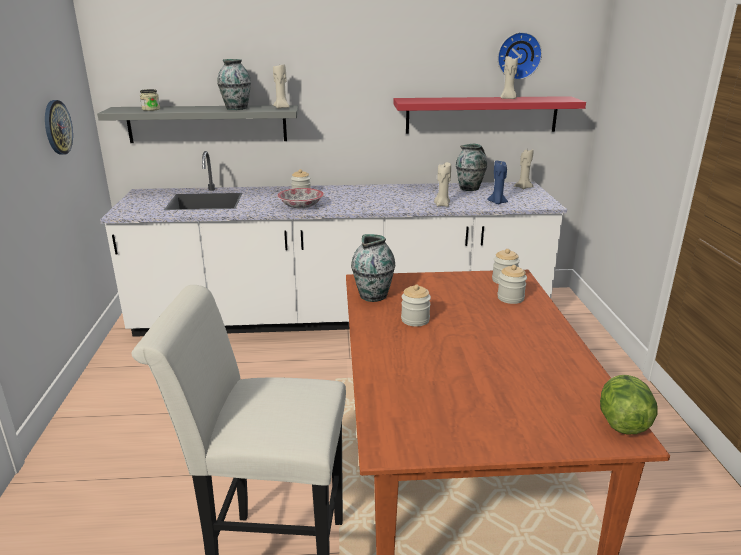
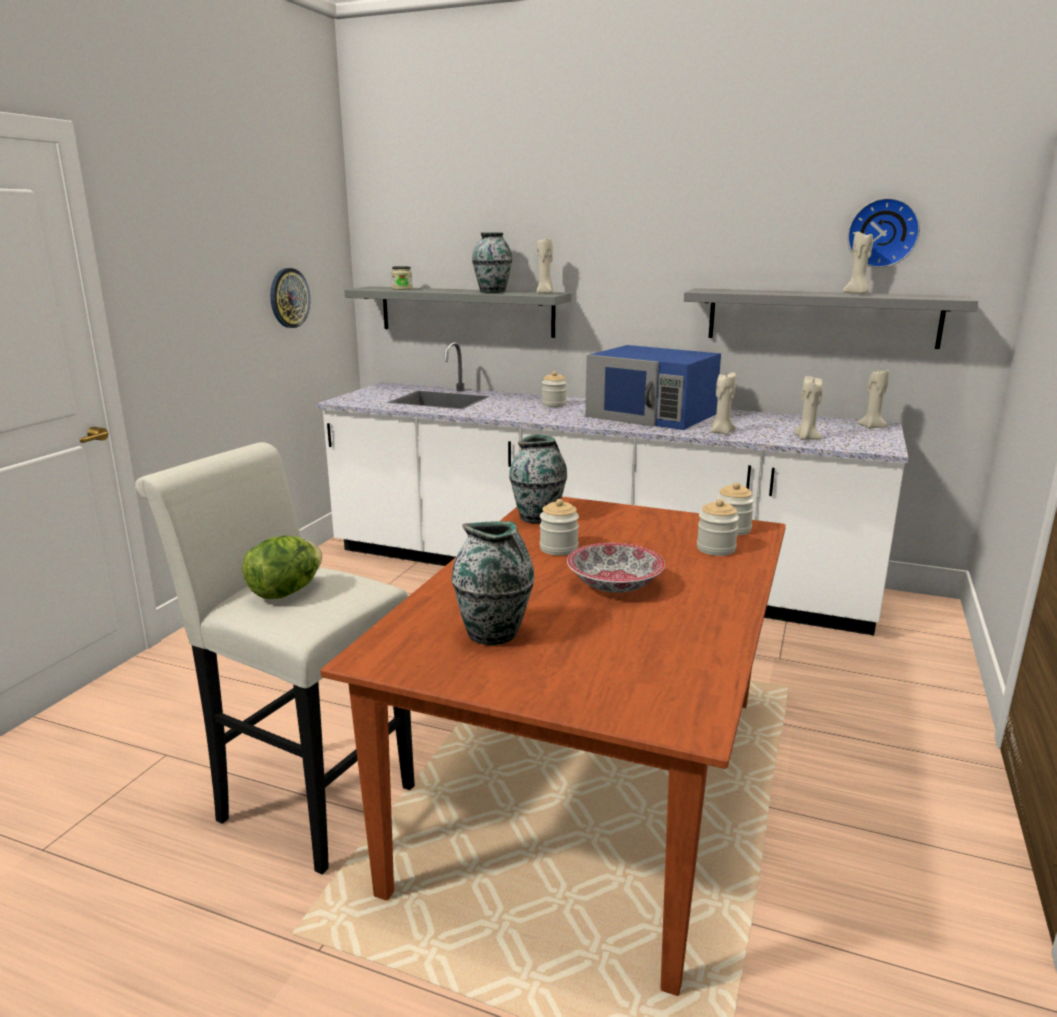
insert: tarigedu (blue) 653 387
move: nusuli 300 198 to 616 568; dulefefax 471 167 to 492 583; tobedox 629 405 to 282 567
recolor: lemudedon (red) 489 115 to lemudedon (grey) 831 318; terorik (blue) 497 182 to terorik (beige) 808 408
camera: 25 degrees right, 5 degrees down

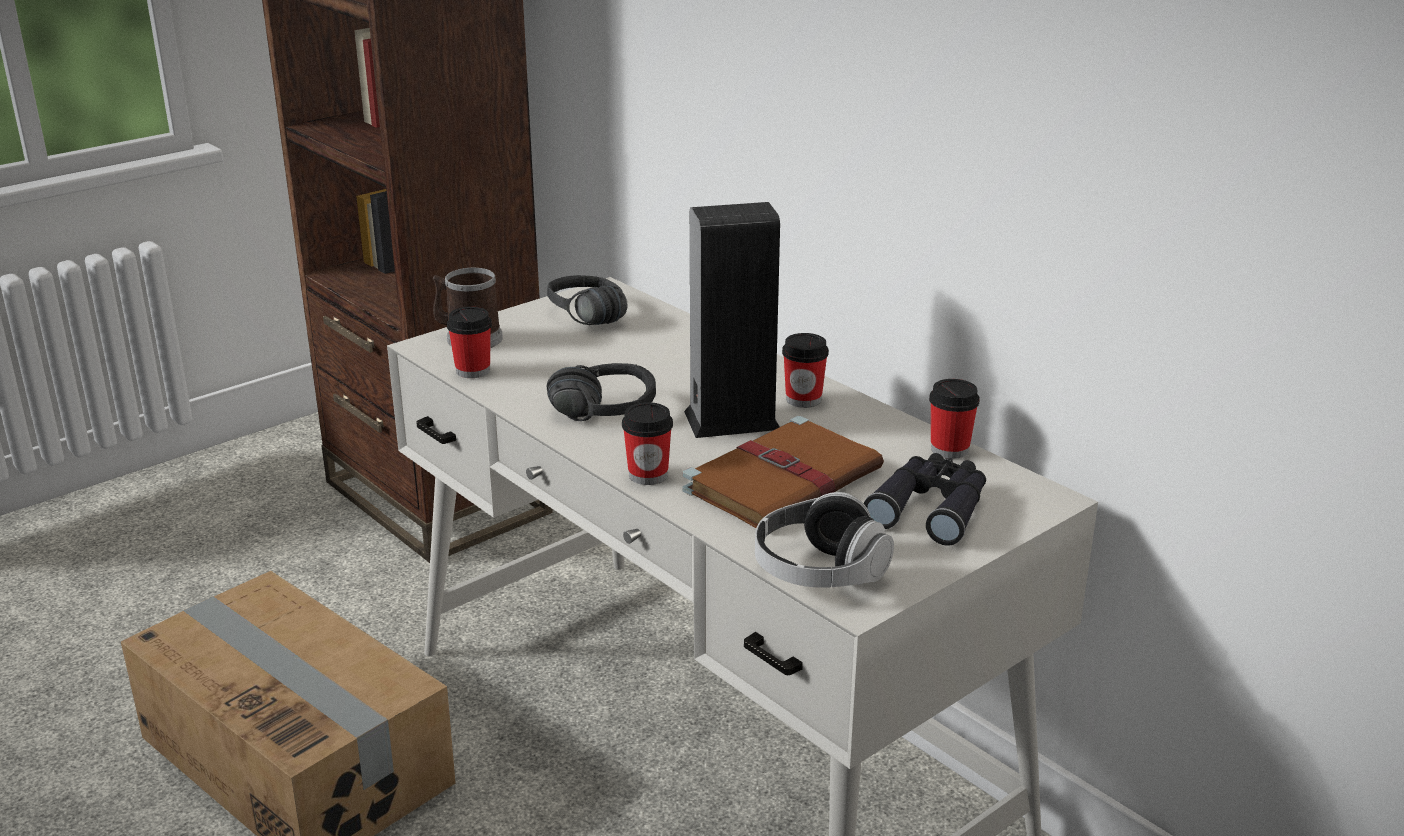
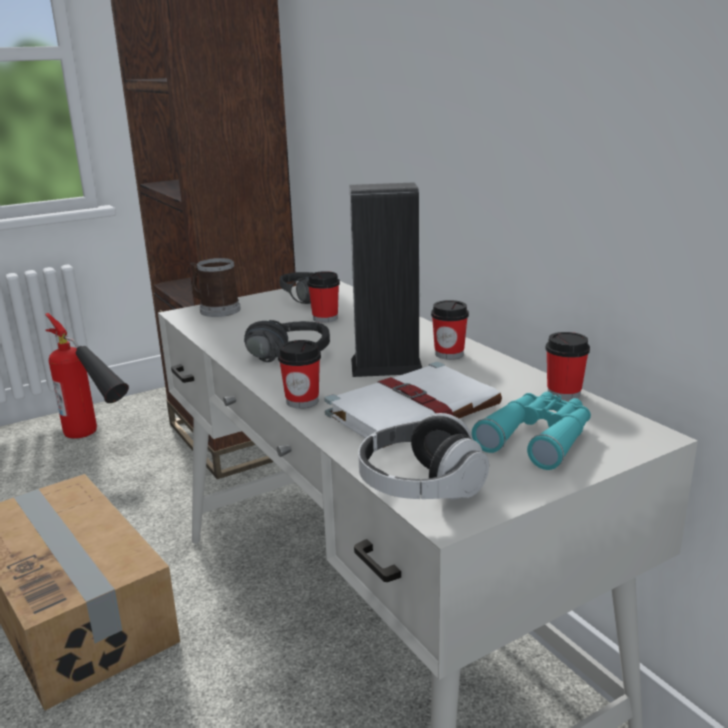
insert: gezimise 87 376
move: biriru 469 342 to 323 297
recolor: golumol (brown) 783 472 to golumol (white) 413 405; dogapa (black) 925 499 to dogapa (turquoise) 531 431
camera: 10 degrees right, 5 degrees down

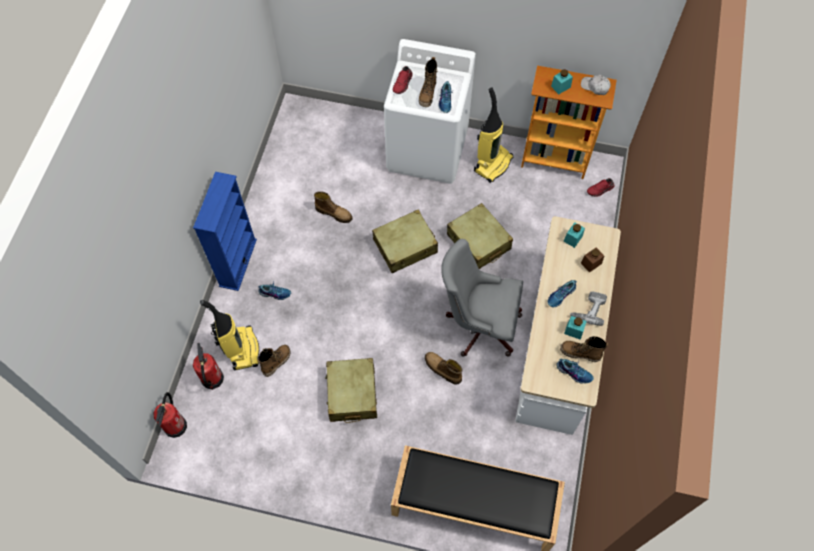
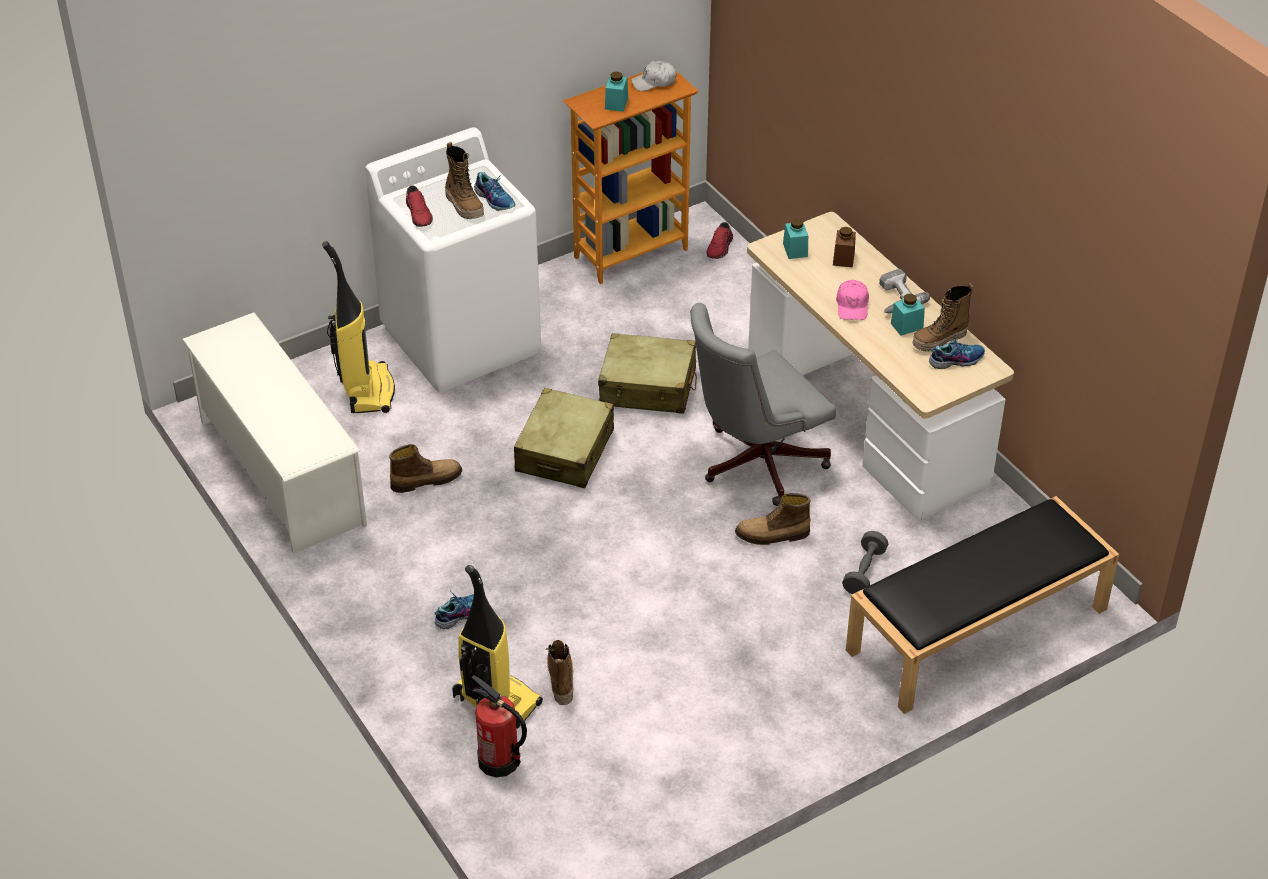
delete: gezimise 170 415; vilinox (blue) 225 231; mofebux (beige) 351 390
insert: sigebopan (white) 274 433; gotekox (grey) 865 562
move: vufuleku 493 135 to 358 327
replace: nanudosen 562 293 to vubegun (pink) 852 300
camera: 45 degrees left, 20 degrees down

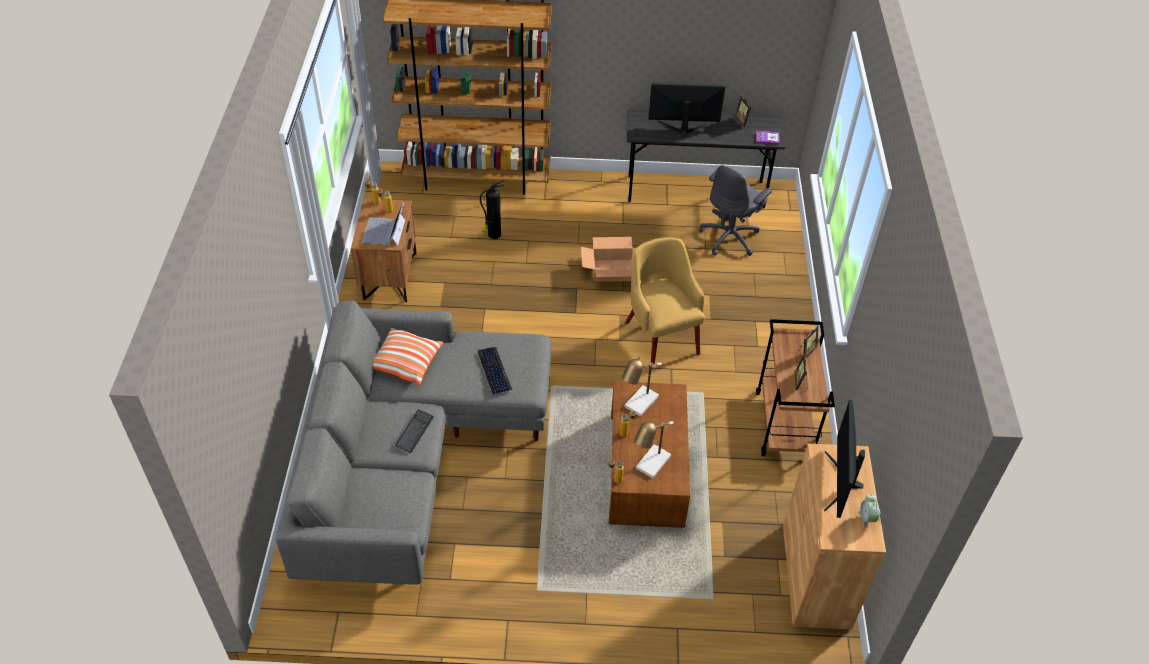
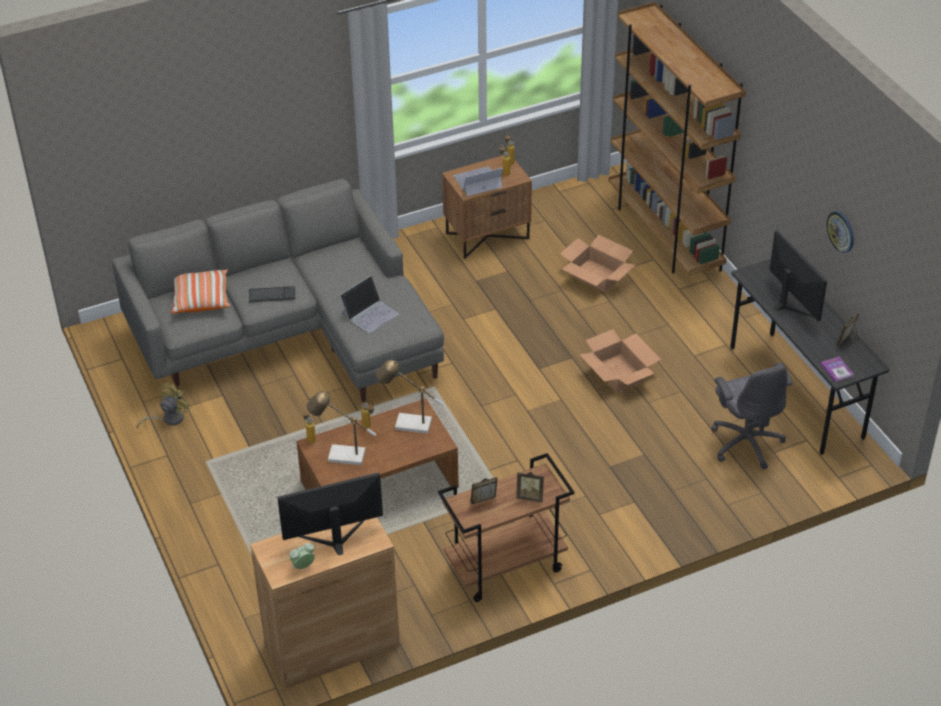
delete: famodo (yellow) 665 303
insert: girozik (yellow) 164 406; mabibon 840 232
move: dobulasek 408 356 to 200 291
replace: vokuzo 495 370 to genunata 369 304; gezimise 492 209 to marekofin 597 263
rotate: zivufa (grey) 735 210 = 752 416 120 degrees counterclockwise
camera: 65 degrees right, 5 degrees down

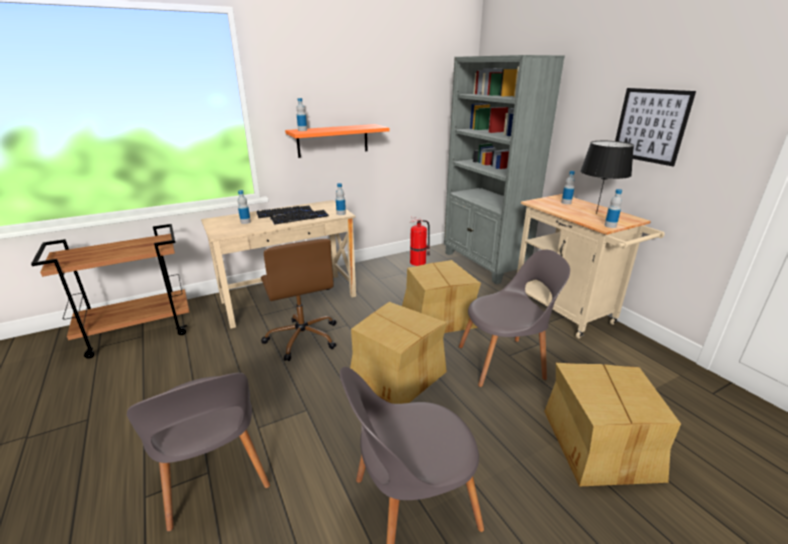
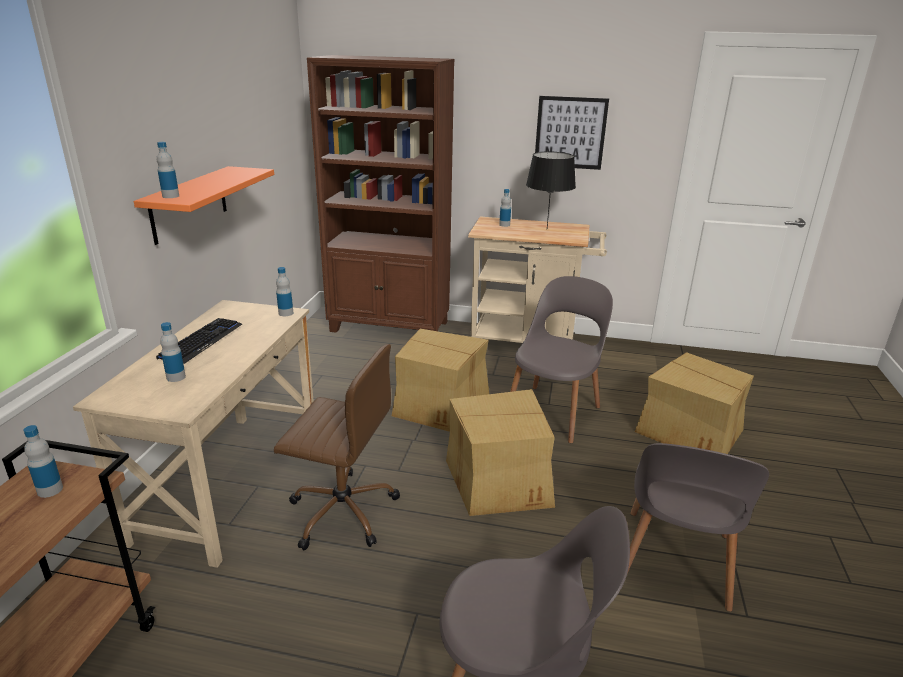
delete: vokuzo 299 217; gezimise 420 241
move: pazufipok 613 208 to 43 461
recolor: vilinox (grey) 504 169 to vilinox (brown) 381 194
camera: 50 degrees left, 0 degrees up

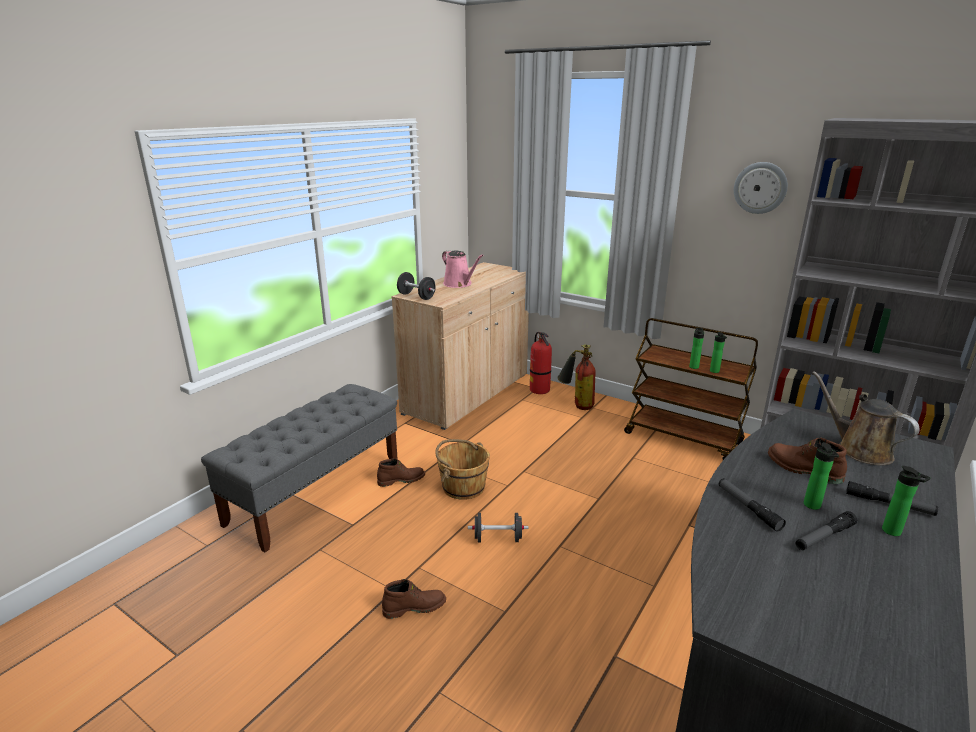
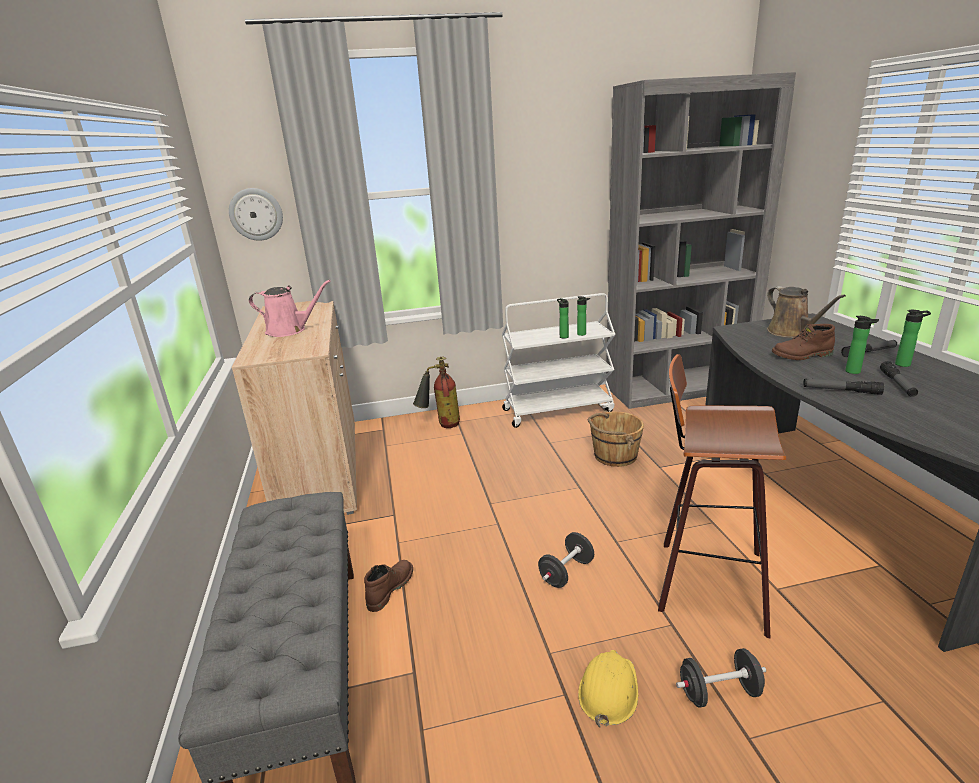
delete: gezimise 541 363
insert: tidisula 722 496
move: gotekox (black) 416 286 to 721 678; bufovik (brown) 462 469 to 616 439; mabibon 761 188 to 256 214
replace: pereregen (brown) 414 599 to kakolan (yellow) 608 689
recolor: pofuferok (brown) 691 389 to pofuferok (white) 558 360
rotate: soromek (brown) 865 418 = 806 312 120 degrees counterclockwise
camera: 45 degrees left, 0 degrees up

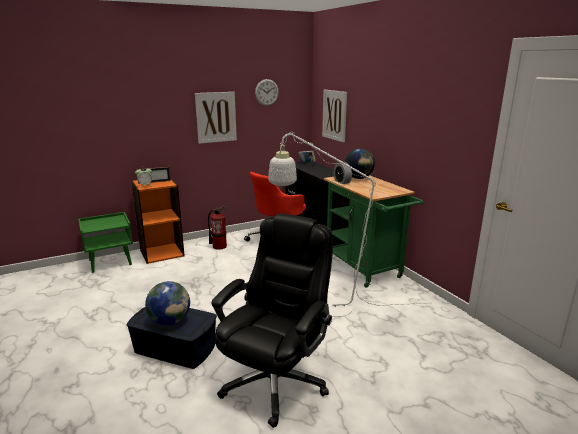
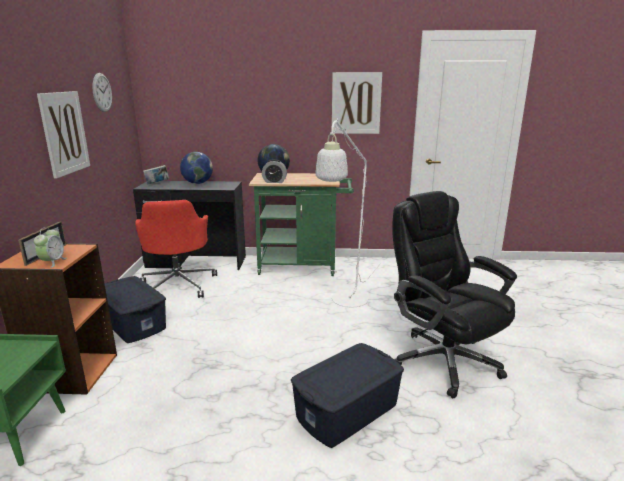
move: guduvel 167 303 to 196 168; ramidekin 334 116 to 357 103
replace: gezimise 218 228 to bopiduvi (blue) 135 309
camera: 60 degrees left, 0 degrees up

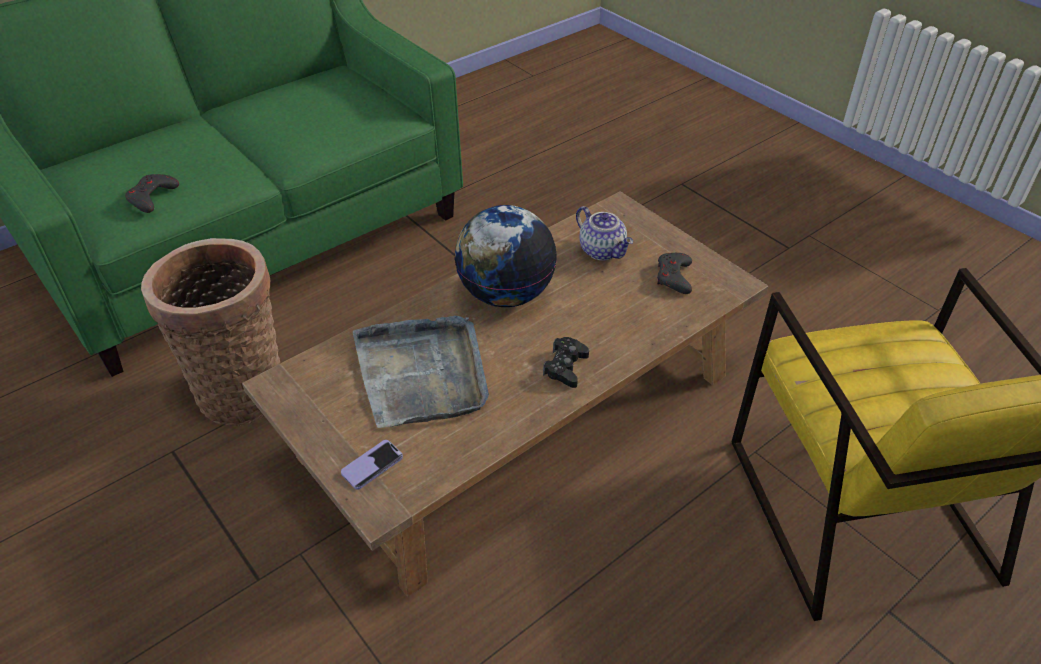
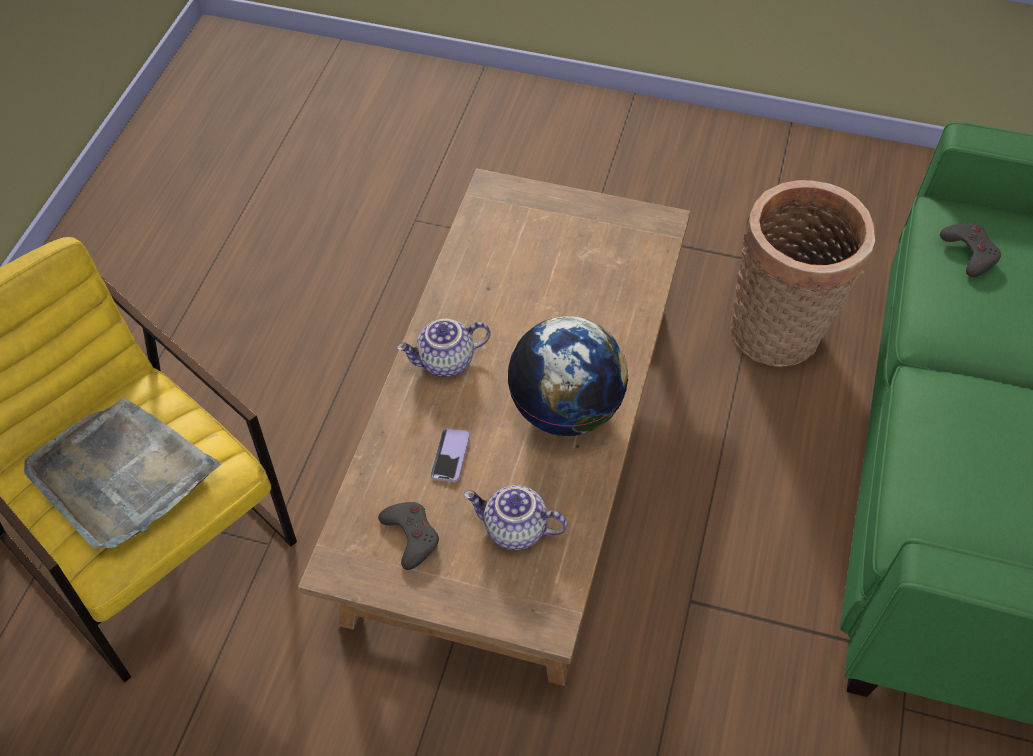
move: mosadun 372 465 to 450 455; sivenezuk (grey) 421 372 to 123 473
replace: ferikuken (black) 566 362 to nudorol 444 348
camera: 145 degrees right, 10 degrees up

